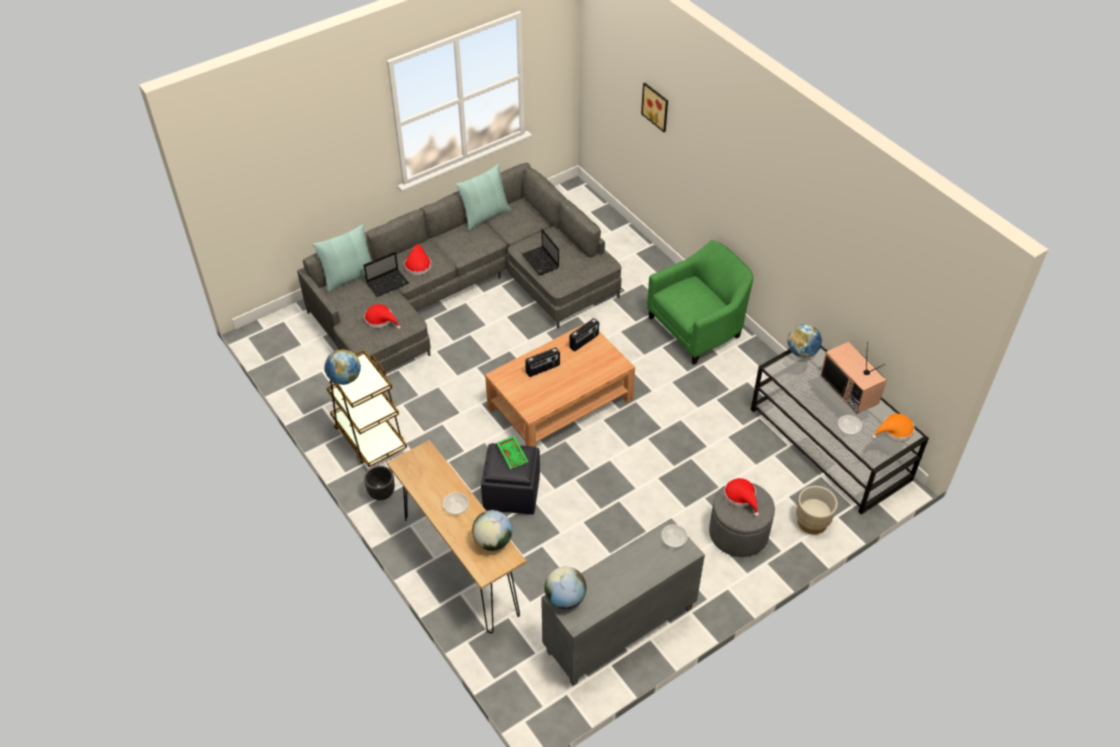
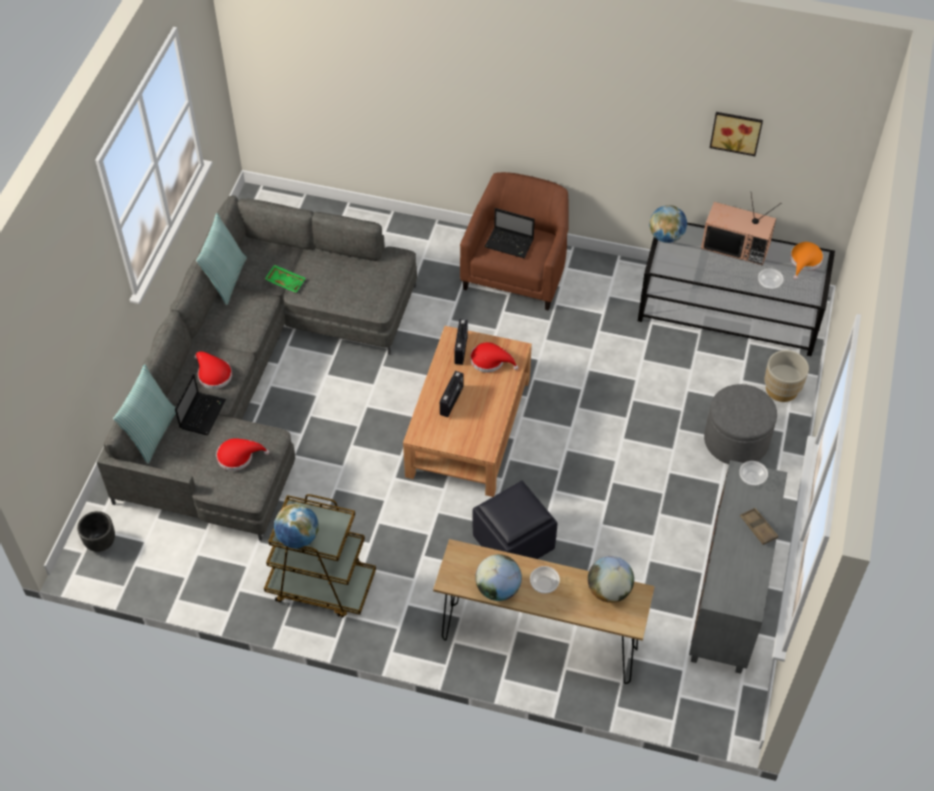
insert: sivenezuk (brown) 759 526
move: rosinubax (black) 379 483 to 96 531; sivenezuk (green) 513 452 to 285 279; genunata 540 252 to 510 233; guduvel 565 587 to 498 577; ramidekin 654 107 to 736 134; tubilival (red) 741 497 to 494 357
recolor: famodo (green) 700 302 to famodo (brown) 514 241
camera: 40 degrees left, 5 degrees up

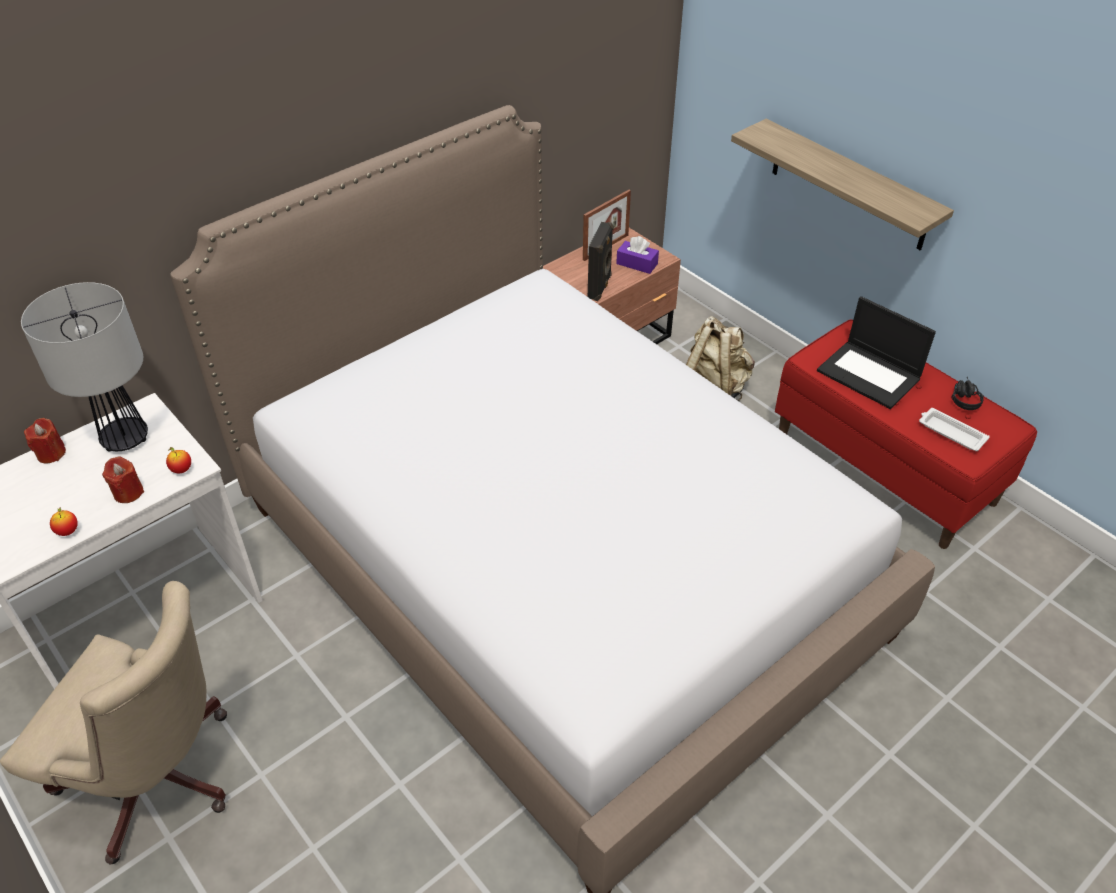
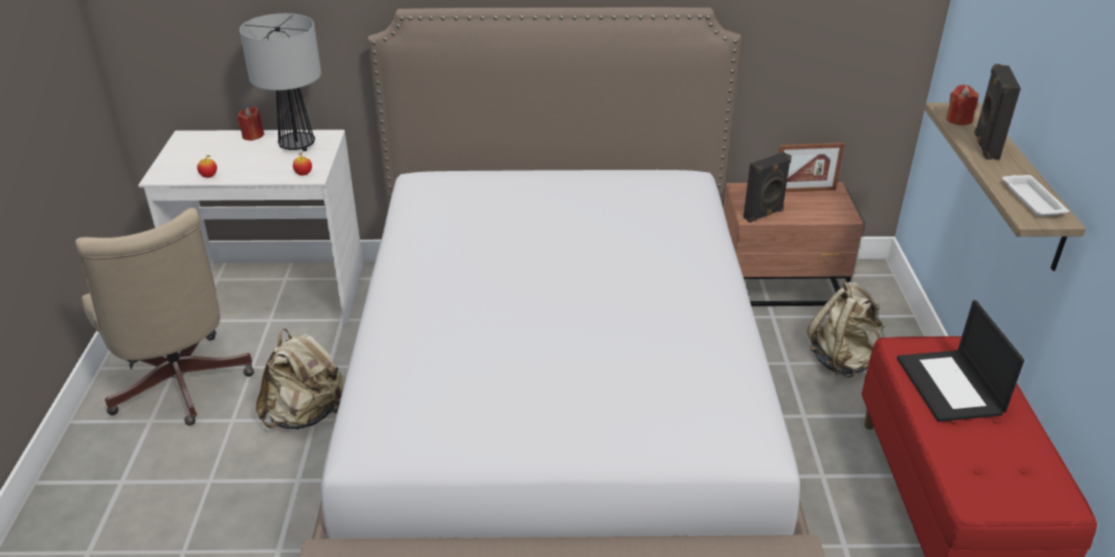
delete: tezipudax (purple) 637 255; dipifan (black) 968 393
insert: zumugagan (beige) 300 379; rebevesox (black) 997 112
move: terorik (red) 123 479 to 962 104; sivenezuk (white) 954 429 to 1035 195
camera: 40 degrees right, 10 degrees down

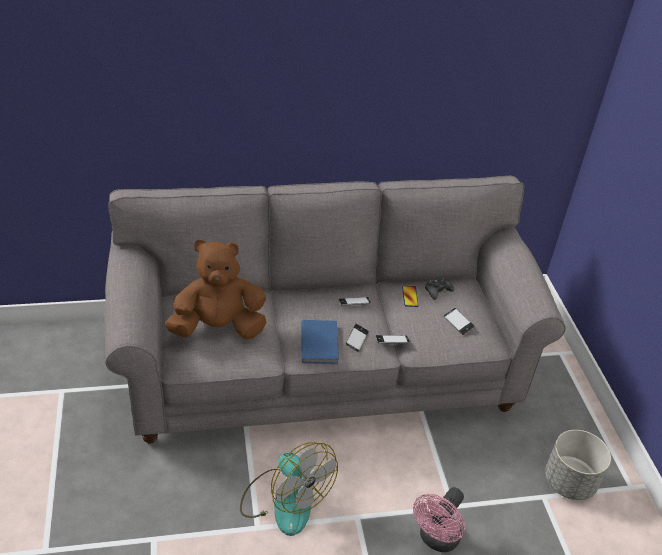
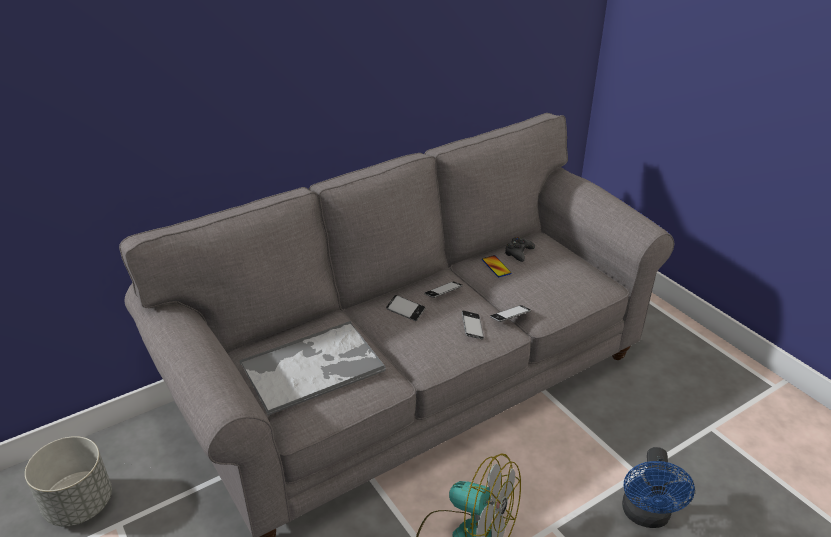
delete: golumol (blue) 320 342
move: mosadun 459 321 to 405 308; rosinubax (grey) 578 465 to 68 481
replace: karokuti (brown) 215 289 to sivenezuk 312 368
recolor: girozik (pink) 439 519 to girozik (blue) 658 487
camera: 20 degrees left, 5 degrees down

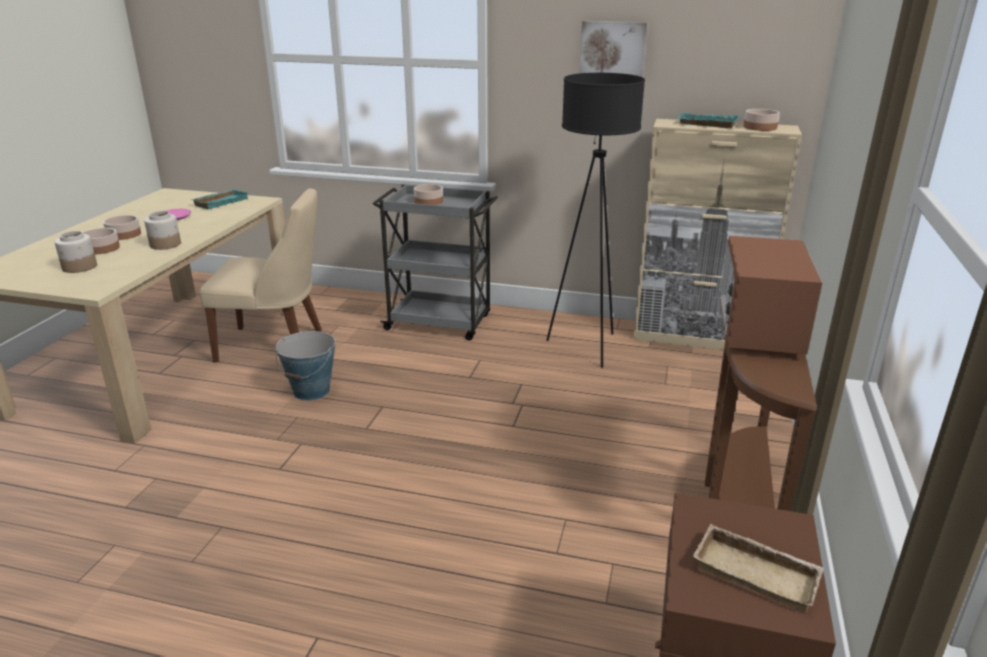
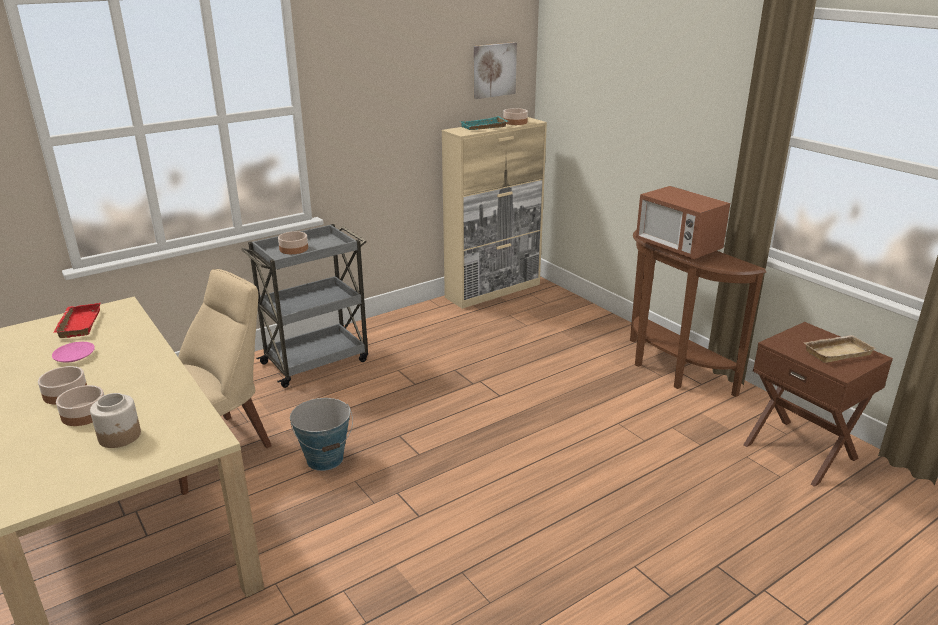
delete: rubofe 162 230; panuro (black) 595 220
move: ramidekin 613 49 to 495 70
recolor: sivenezuk (turquoise) 219 199 to sivenezuk (red) 77 320
camera: 50 degrees left, 0 degrees up

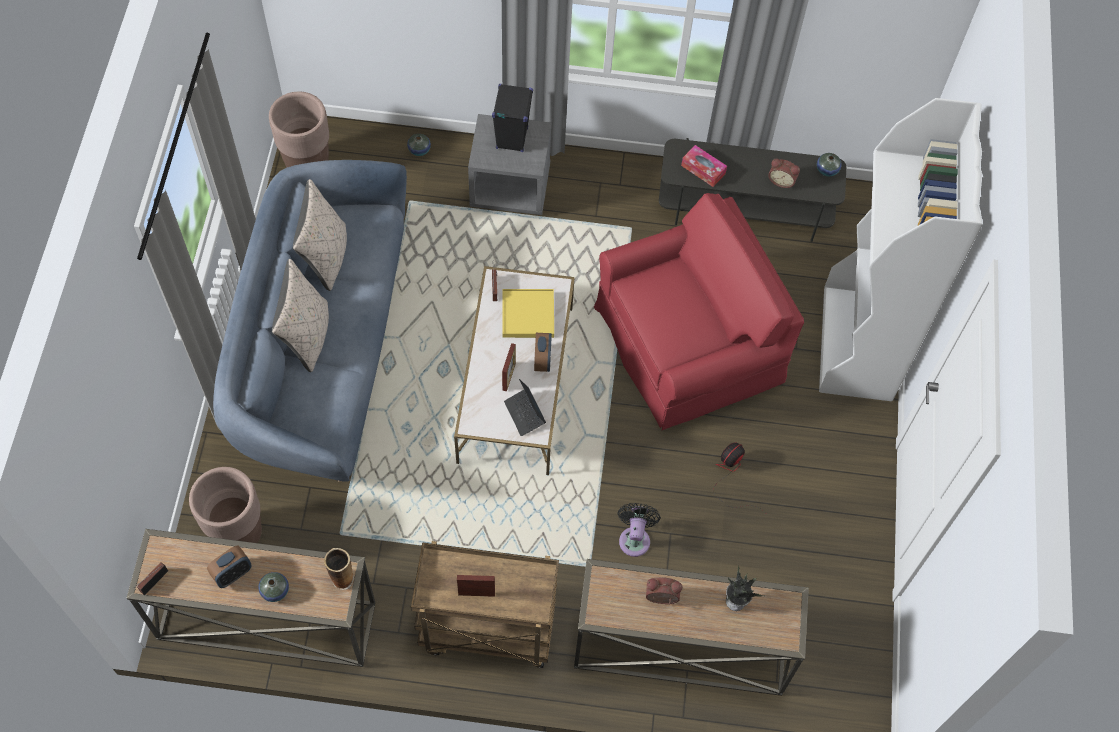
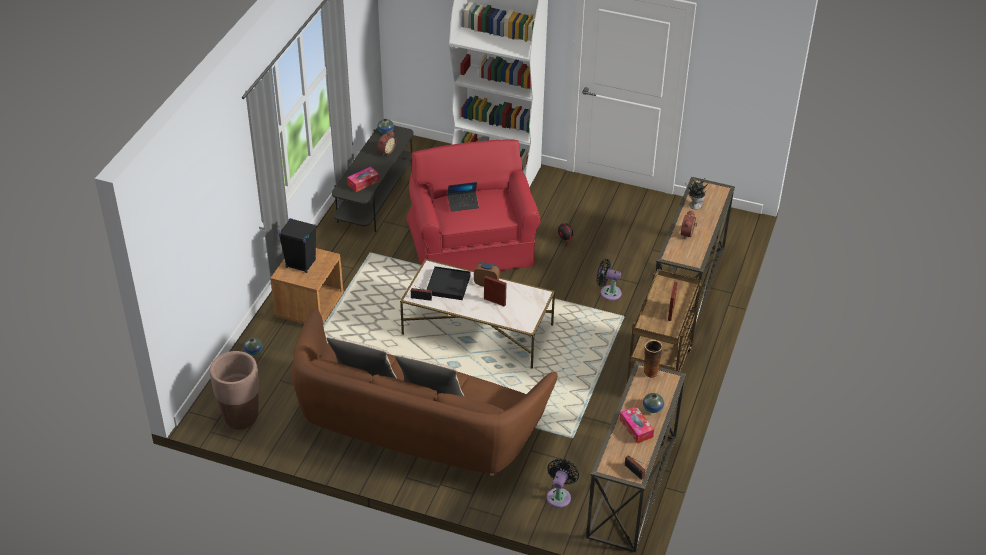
move: genunata 525 407 to 463 197
replace: rosinubax (brown) 225 505 to girozik (black) 563 483; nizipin 229 567 to tezipudax 637 425
recolor: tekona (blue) 310 321 to tekona (brown) 425 392; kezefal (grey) 510 164 to kezefal (brown) 307 286; sivenezuk (yellow) 528 313 to sivenezuk (black) 448 283
camera: 75 degrees left, 20 degrees down

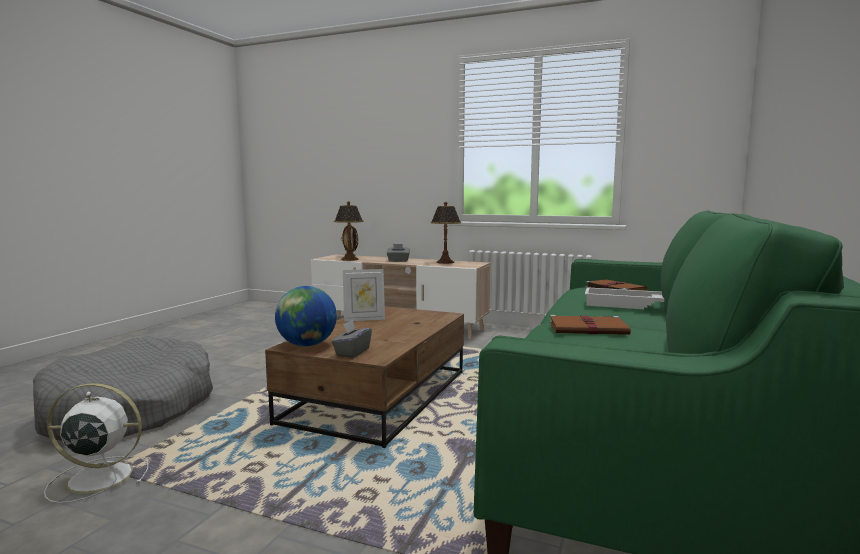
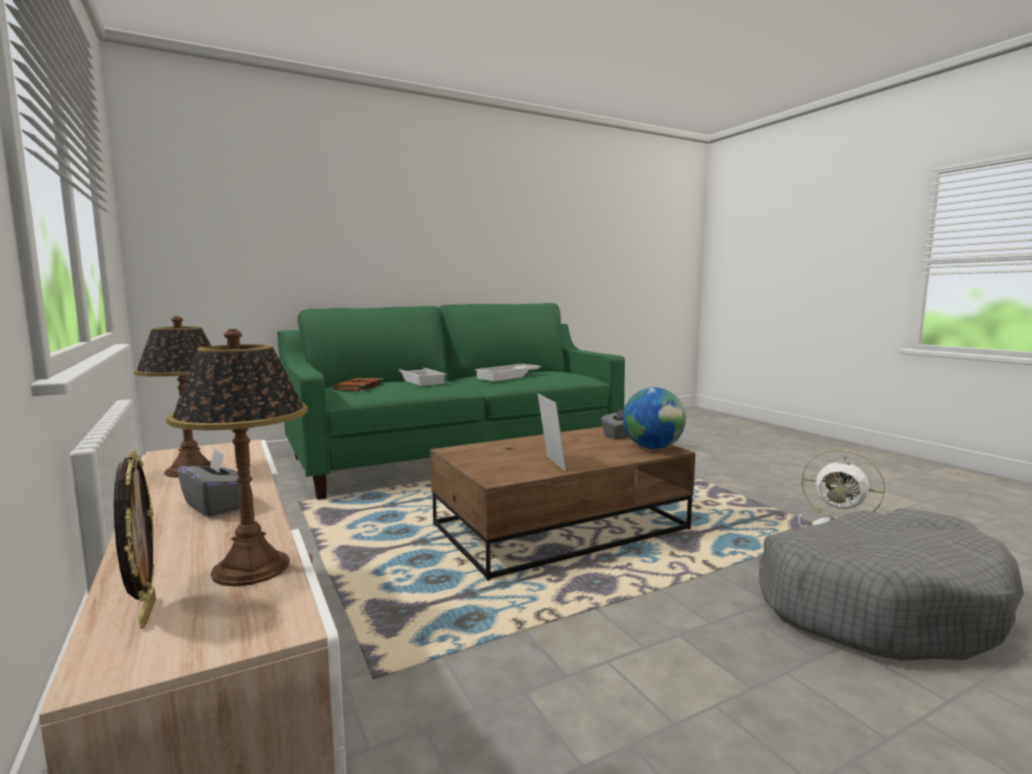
replace: golumol (brown) 590 325 to sivenezuk (white) 508 372
rotate: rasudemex 364 295 = 552 433 45 degrees clockwise
camera: 140 degrees left, 0 degrees up

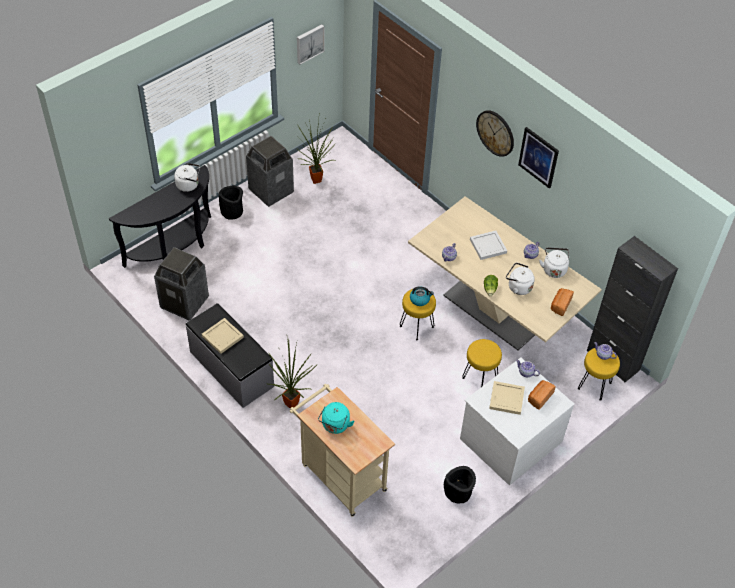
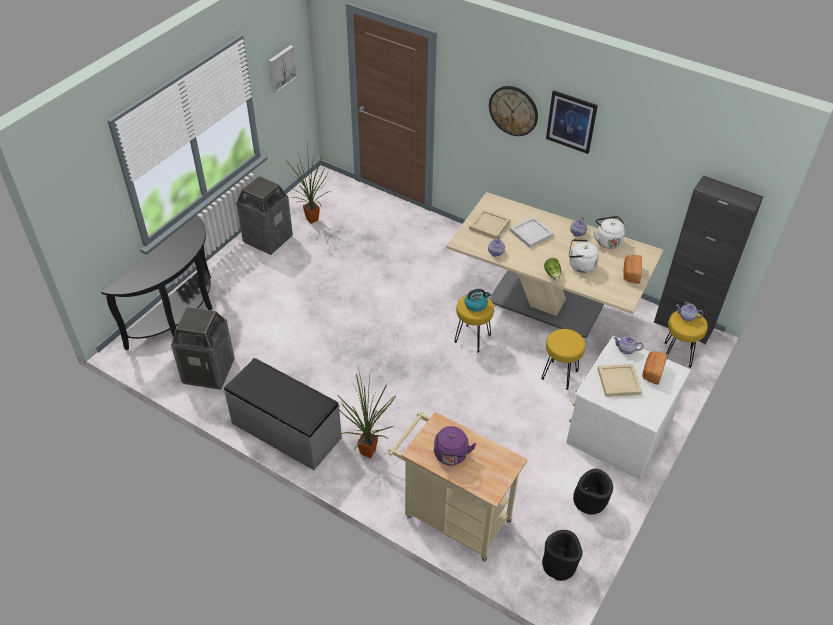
delete: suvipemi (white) 187 177
move: sivenezuk (beige) 223 336 to 489 224; rosinubax (black) 231 203 to 562 555
recolor: suvipemi (turquoise) 336 418 to suvipemi (purple) 454 445
camera: 15 degrees left, 5 degrees down

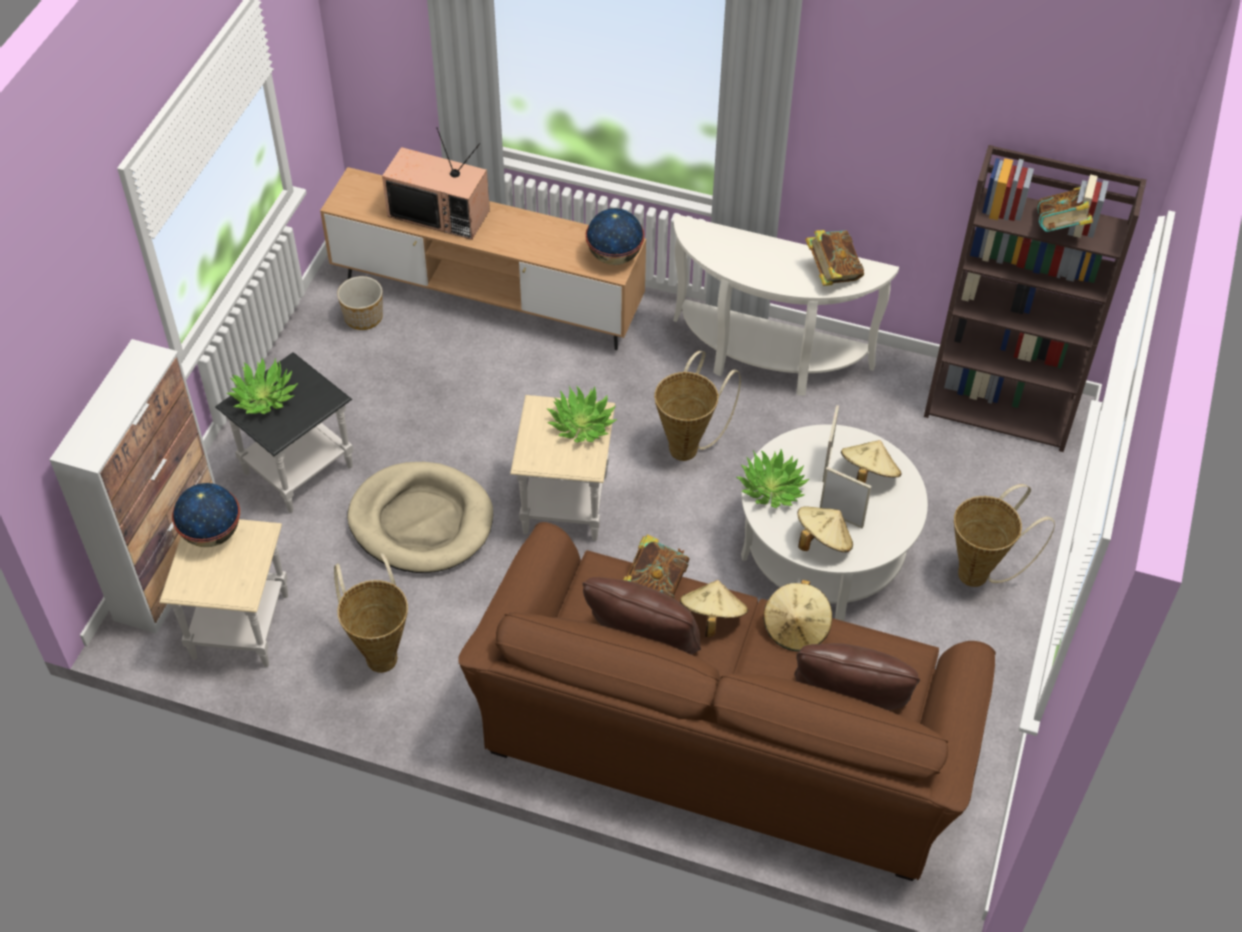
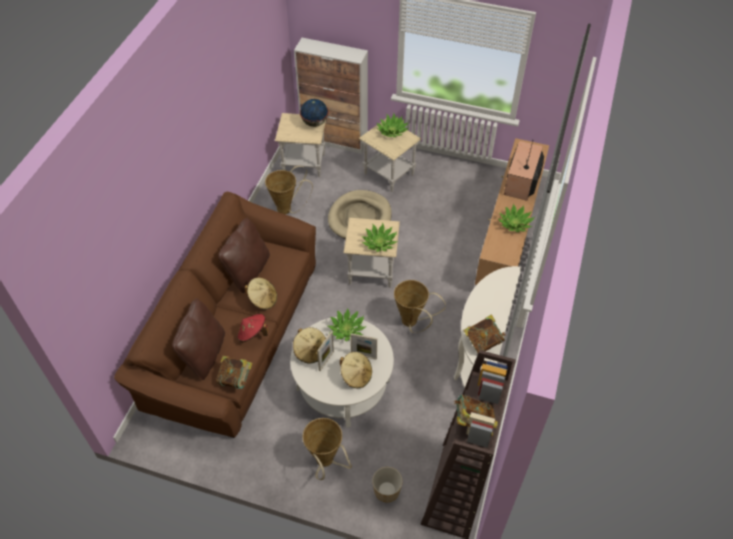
delete: guduvel 615 236
insert: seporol 516 218
move: rosinubax 360 303 to 387 484; golumol 656 566 to 234 372
recolor: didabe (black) 284 432 to didabe (beige) 390 155; tubilival (beige) 797 615 to tubilival (red) 252 328
camera: 90 degrees right, 0 degrees up

